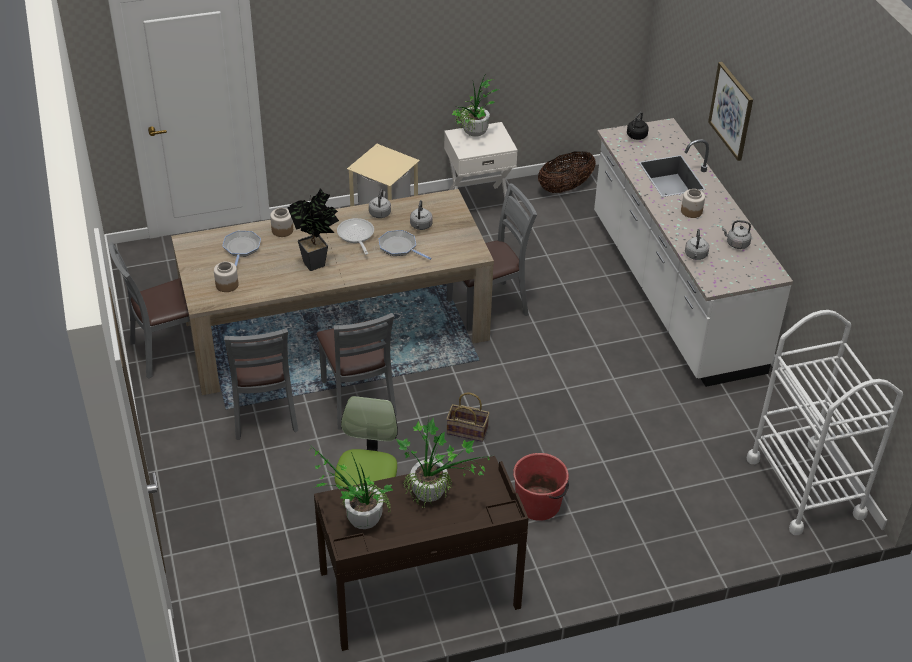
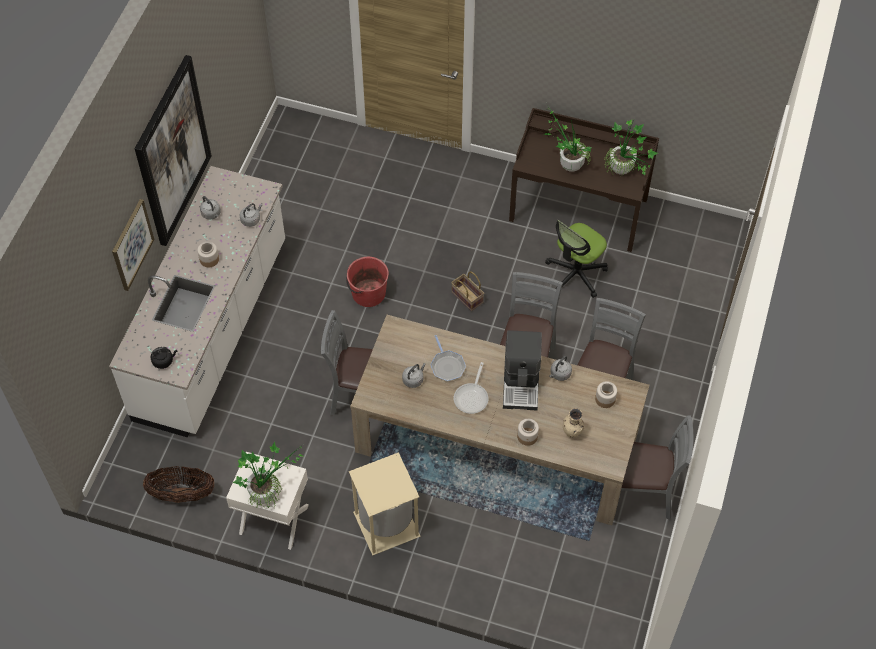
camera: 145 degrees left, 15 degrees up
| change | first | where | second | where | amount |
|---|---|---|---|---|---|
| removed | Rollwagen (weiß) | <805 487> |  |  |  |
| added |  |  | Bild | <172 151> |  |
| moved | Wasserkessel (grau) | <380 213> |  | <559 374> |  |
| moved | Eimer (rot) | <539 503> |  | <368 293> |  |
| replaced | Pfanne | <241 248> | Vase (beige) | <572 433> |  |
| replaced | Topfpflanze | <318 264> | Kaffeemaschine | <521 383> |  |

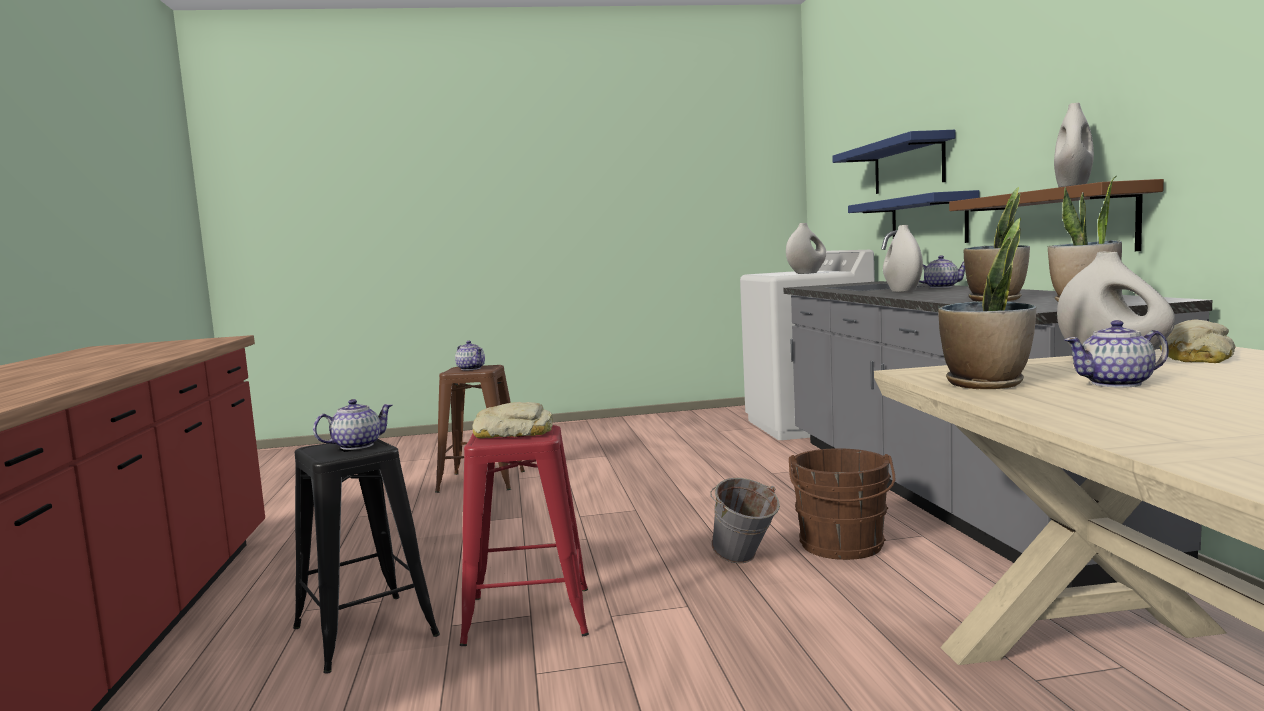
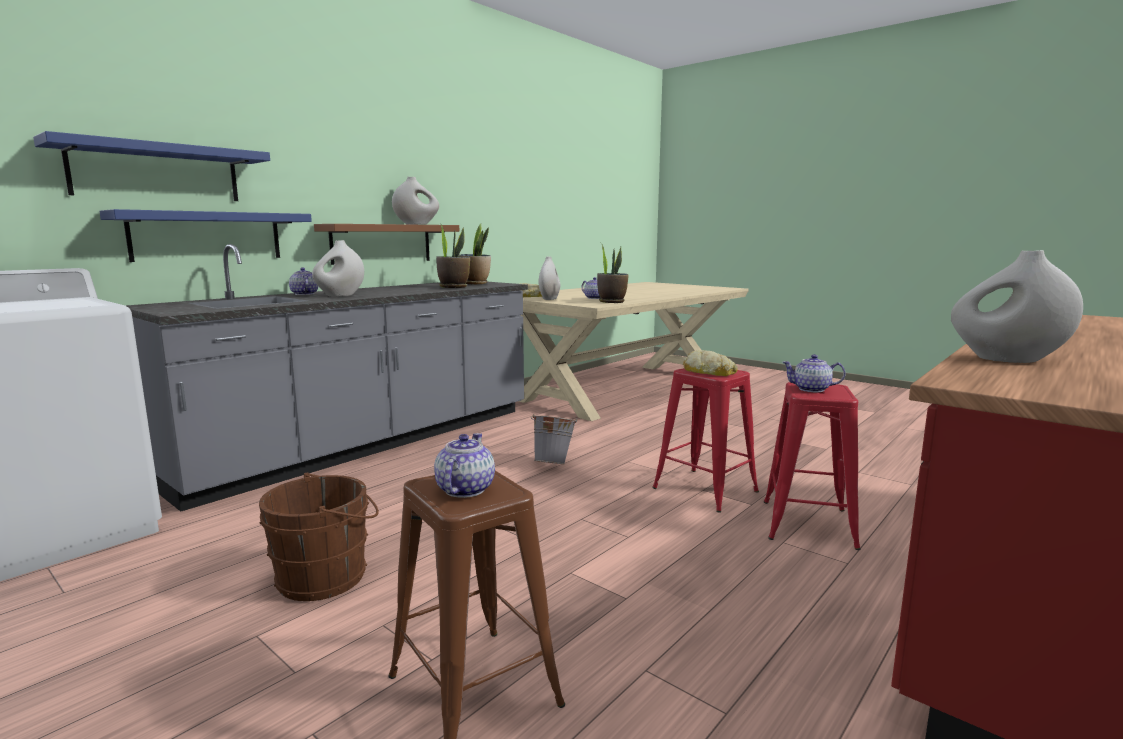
camera: 130 degrees left, 5 degrees up
| change | first | where | second | where | amount |
|---|---|---|---|---|---|
| moved | Vase (weiß) | <806 273> |  | <1007 360> |  |
| moved | Eimer (braun) | <841 547> |  | <328 576> |  |
| recoloured | Hocker (schwarz) | <365 632> | Hocker (rot) | <808 523> |  |

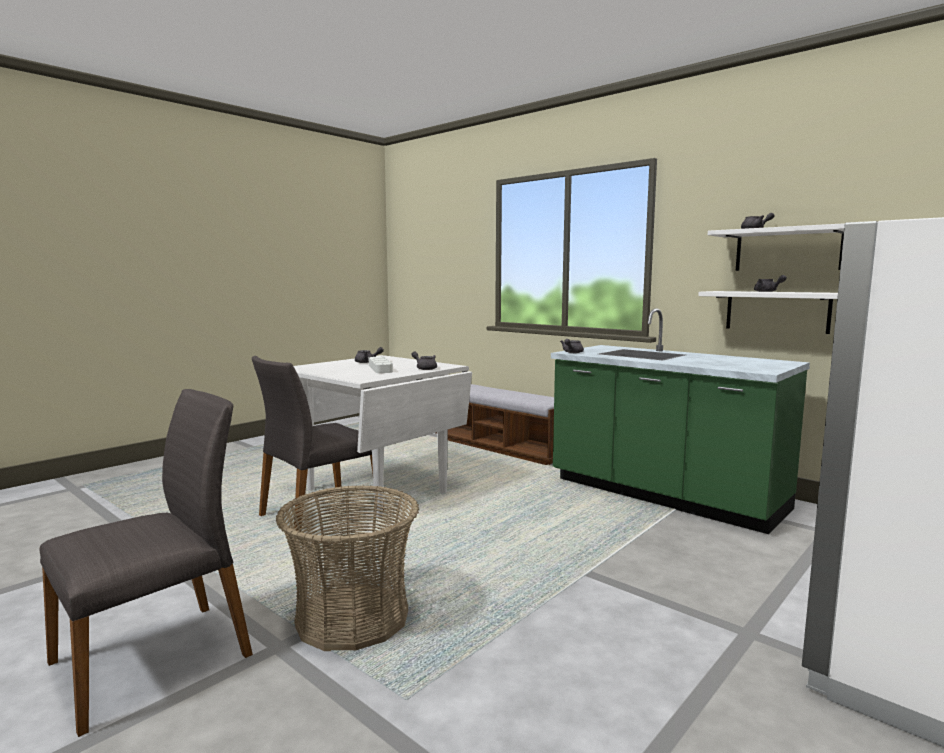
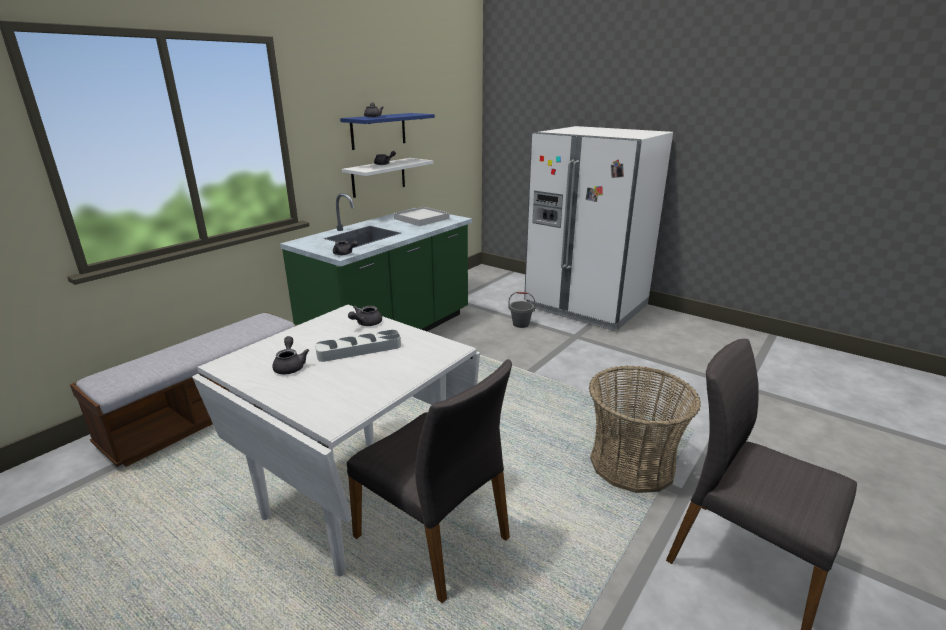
camera: 95 degrees left, 15 degrees up
| change | first | where | second | where | amount |
|---|---|---|---|---|---|
| added |  |  | Tablett (weiß) | <421 219> |  |
| added |  |  | Eimer (grau) | <521 324> |  |
| recoloured | Wandregal (weiß) | <788 250> | Wandregal (blau) | <378 131> |  |

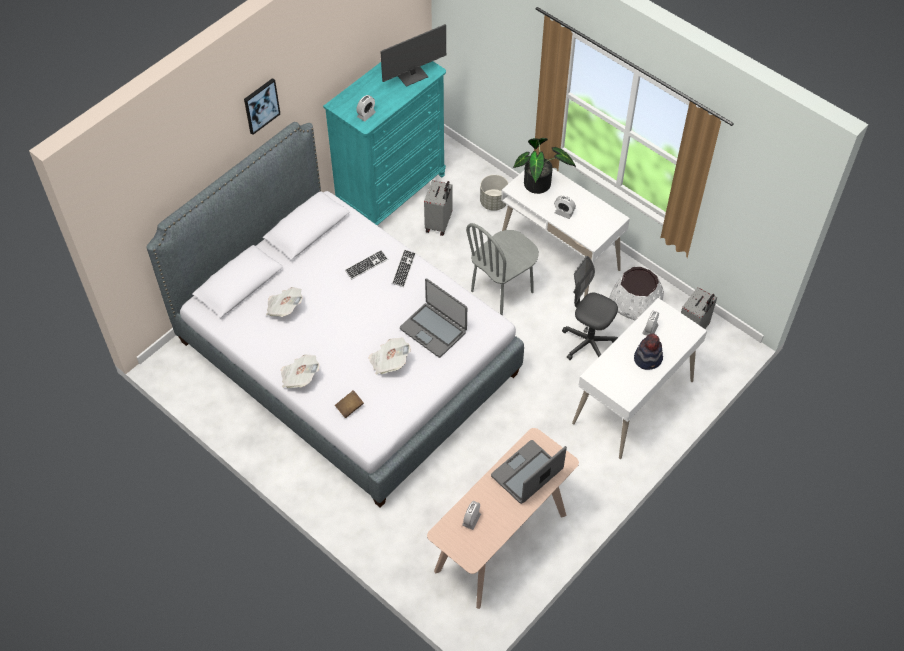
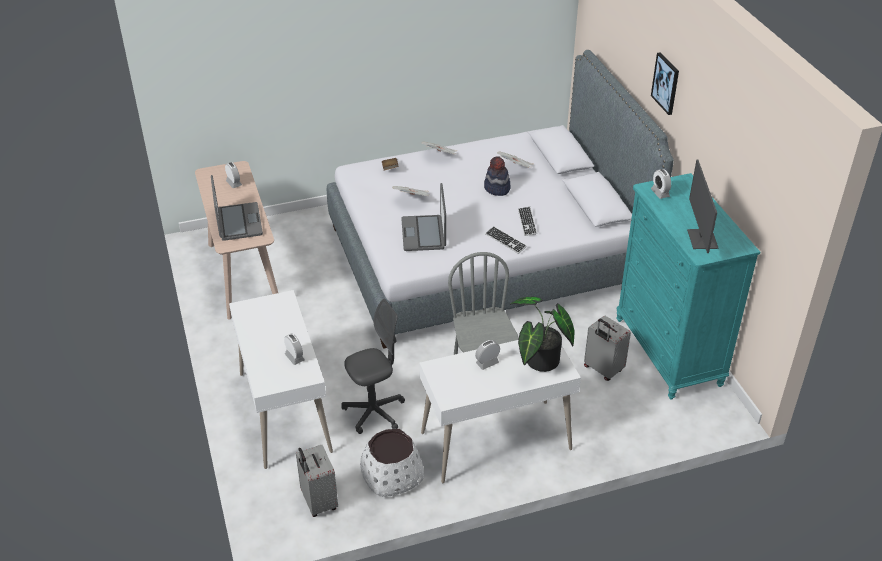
camera: 120 degrees right, 15 degrees down
| change | first | where | second | where | amount |
|---|---|---|---|---|---|
| removed | Pflanzkübel (grau) | <493 202> |  |  |  |
| moved | Hut | <648 358> |  | <497 188> |  |
| turned | Laptop | <433 330> |  | <424 234> | 75 degrees counterclockwise |

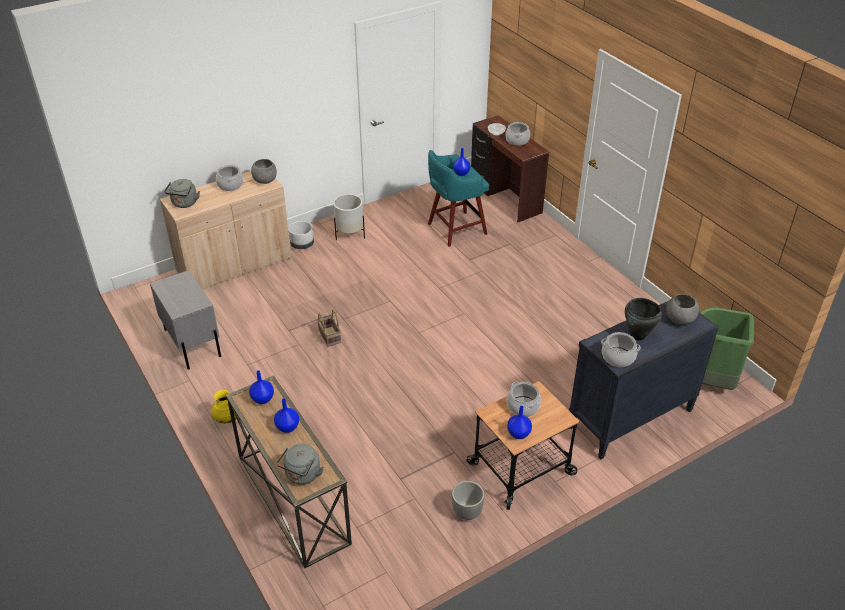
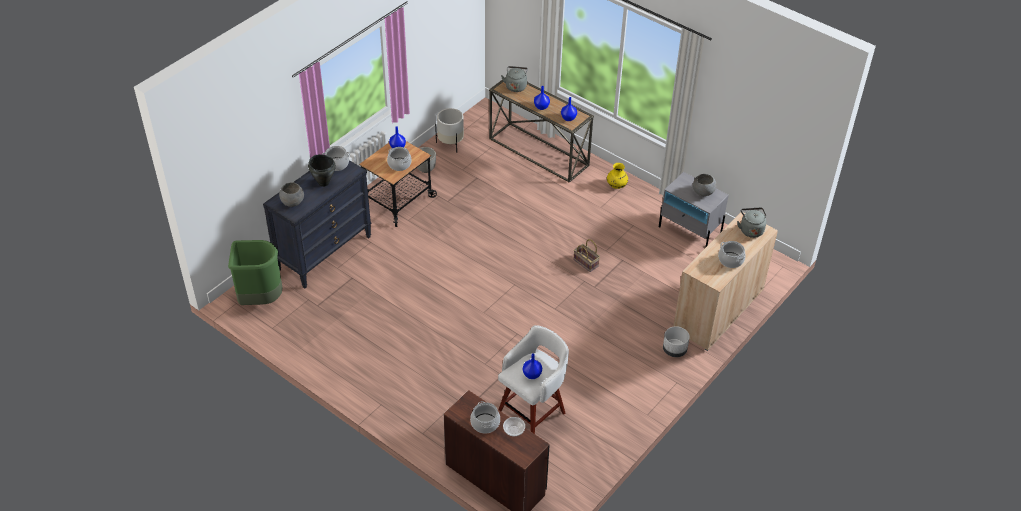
camera: 160 degrees right, 5 degrees up
| change | first | where | second | where | amount |
|---|---|---|---|---|---|
| moved | Schüssel (grau) | <265 180> |  | <703 192> |  |
| moved | Pflanzkübel (weiß) | <349 234> |  | <450 143> |  |
| recoloured | Hocker (türkis) | <455 229> | Hocker (weiß) | <532 412> |  |

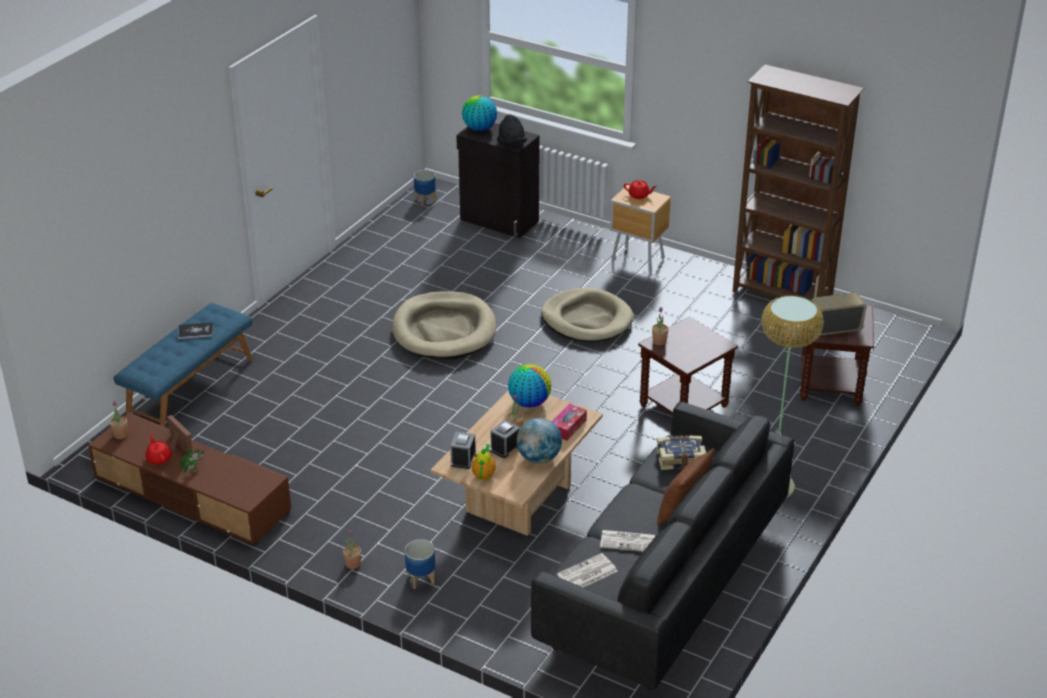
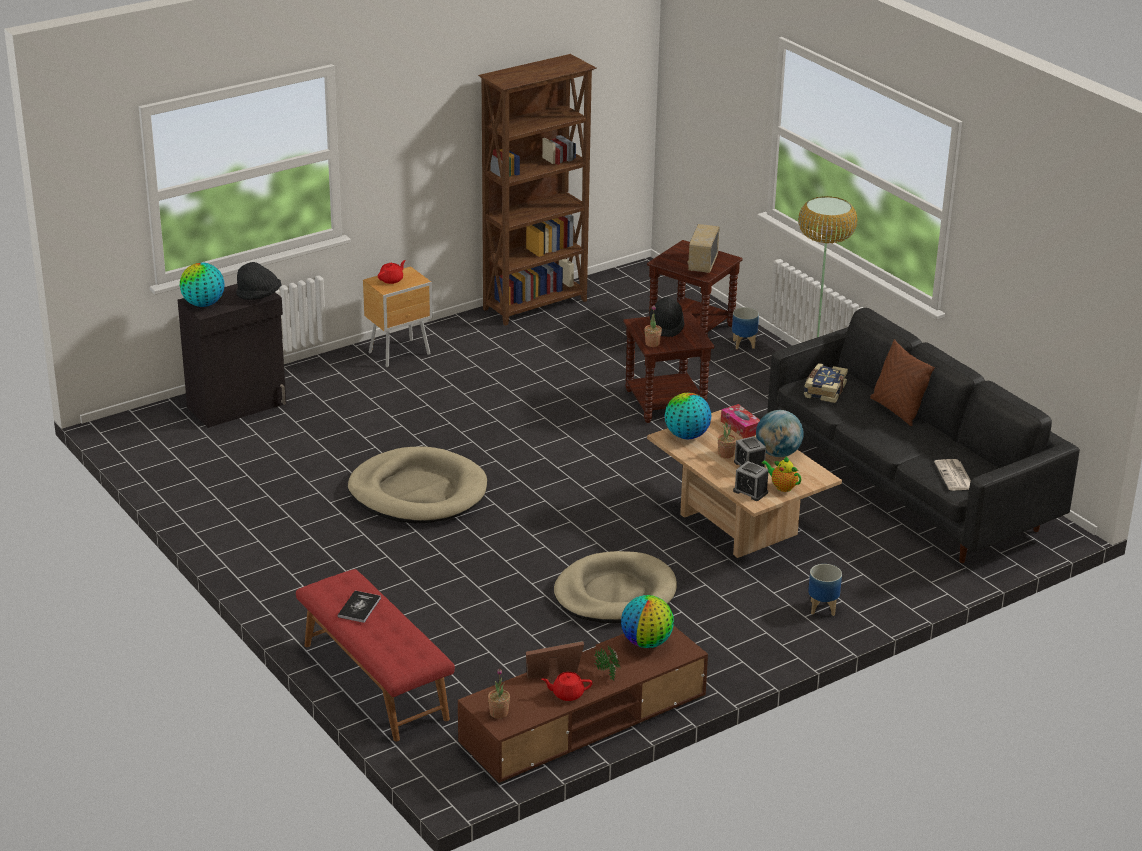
camera: 65 degrees left, 5 degrees down
| change | first | where | second | where | amount |
|---|---|---|---|---|---|
| removed | Topfpflanze | <353 564> |  |  |  |
| removed | Zeitung | <628 541> |  |  |  |
| added |  |  | Globus | <646 642> |  |
| added |  |  | Hut (schwarz) | <666 327> |  |
| moved | Pflanzkübel | <425 200> |  | <743 344> |  |
| moved | Hundebett (beige) | <586 319> |  | <615 593> |  |
| recoloured | Bank (blau) | <190 388> | Bank (rot) | <374 681> |  |

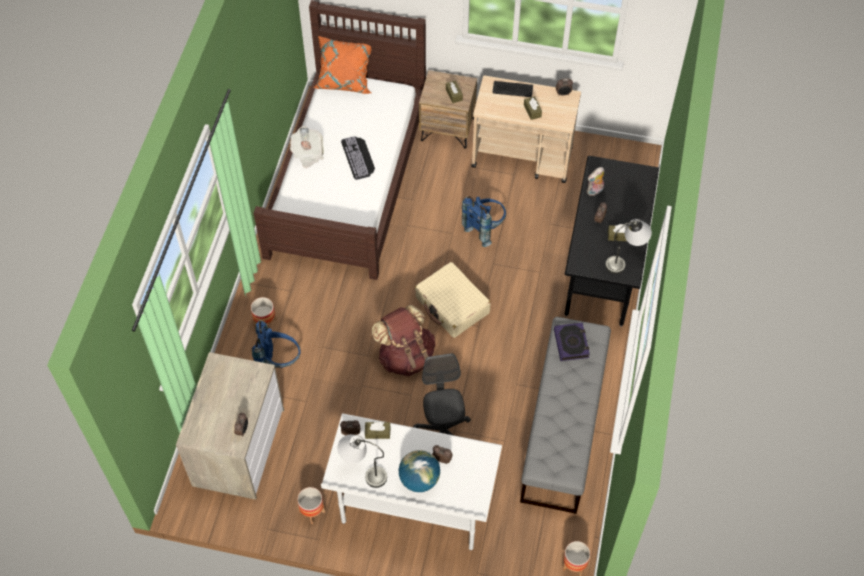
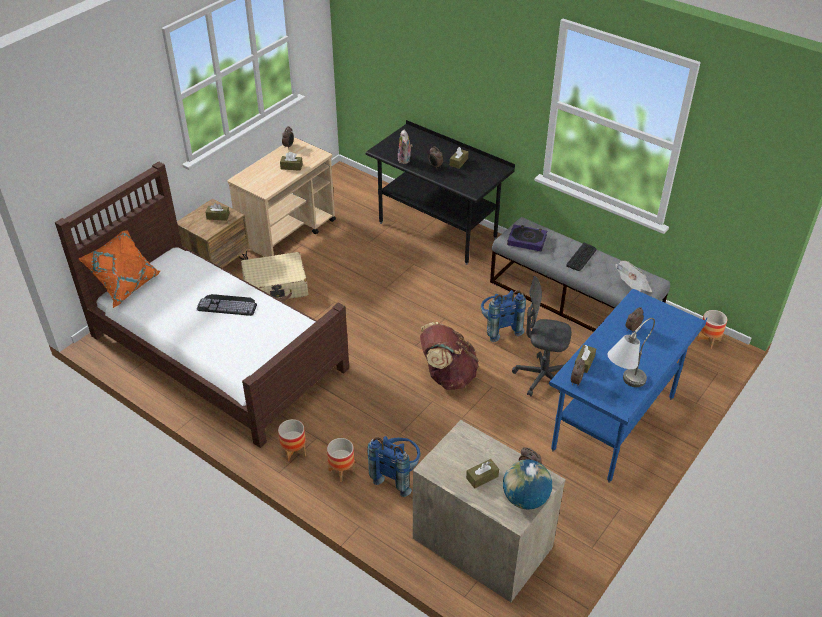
camera: 65 degrees left, 15 degrees down
| change | first | where | second | where | amount |
|---|---|---|---|---|---|
| removed | Tischlampe (grau) | <626 259> |  |  |  |
| added |  |  | Taschentuchbox (braun) | <482 477> |  |
| moved | Zeitung | <308 153> |  | <632 285> |  |
| moved | Pflanzkübel | <312 511> |  | <294 452> |  |
| moved | Globus | <419 479> |  | <525 499> |  |
| moved | Koffer (beige) | <452 306> |  | <276 286> |  |
| moved | Rucksack (blau) | <484 228> |  | <499 327> |  |
| moved | Tastatur | <512 89> |  | <581 257> |  |
| recoloured | Schreibtisch (weiß) | <413 508> | Schreibtisch (blau) | <614 424> |  |

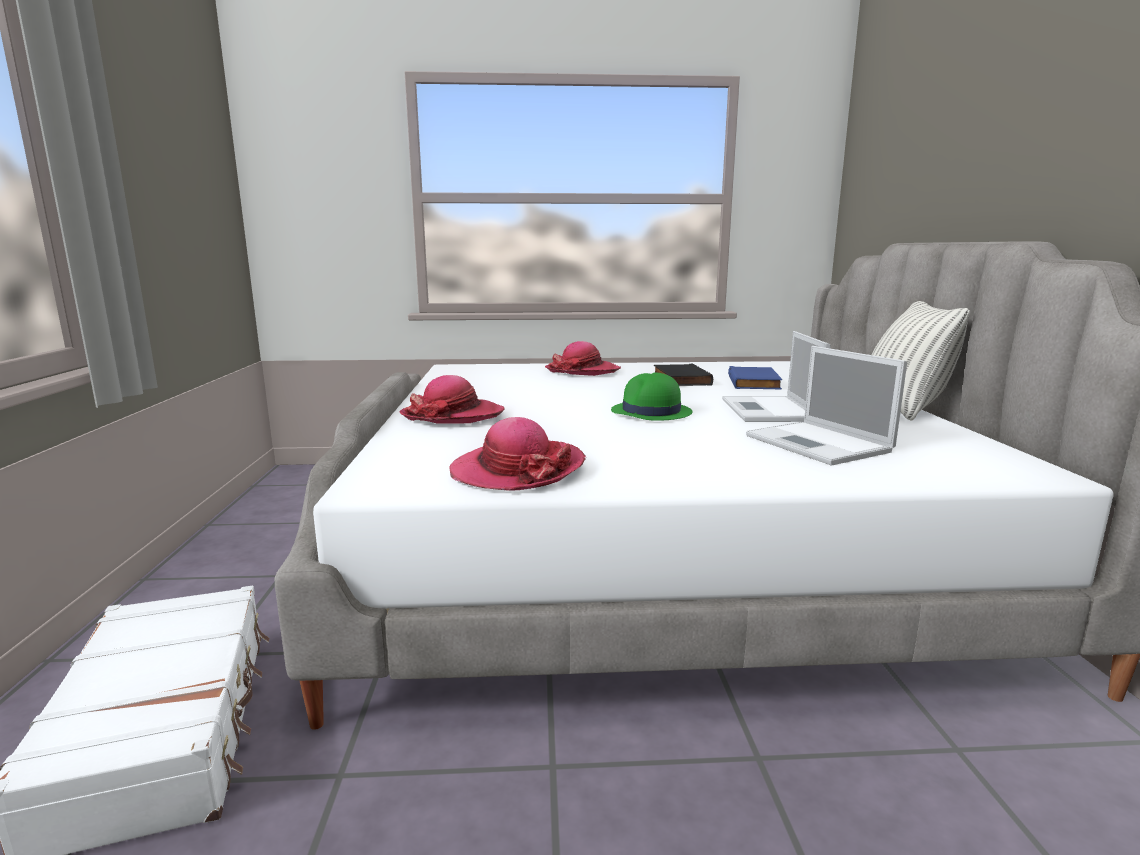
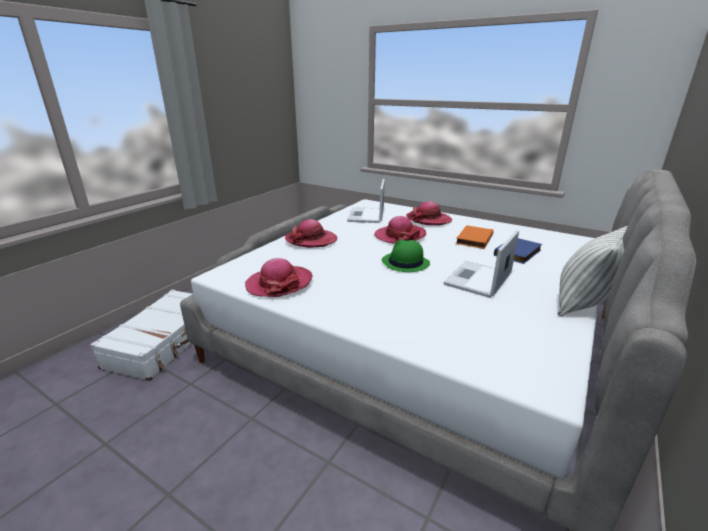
camera: 35 degrees right, 10 degrees up
| change | first | where | second | where | amount |
|---|---|---|---|---|---|
| added |  |  | Hut | <400 236> |  |
| moved | Laptop | <820 444> |  | <366 216> |  |
| recoloured | Buch (schwarz) | <679 379> | Buch (orange) | <473 239> |  |

